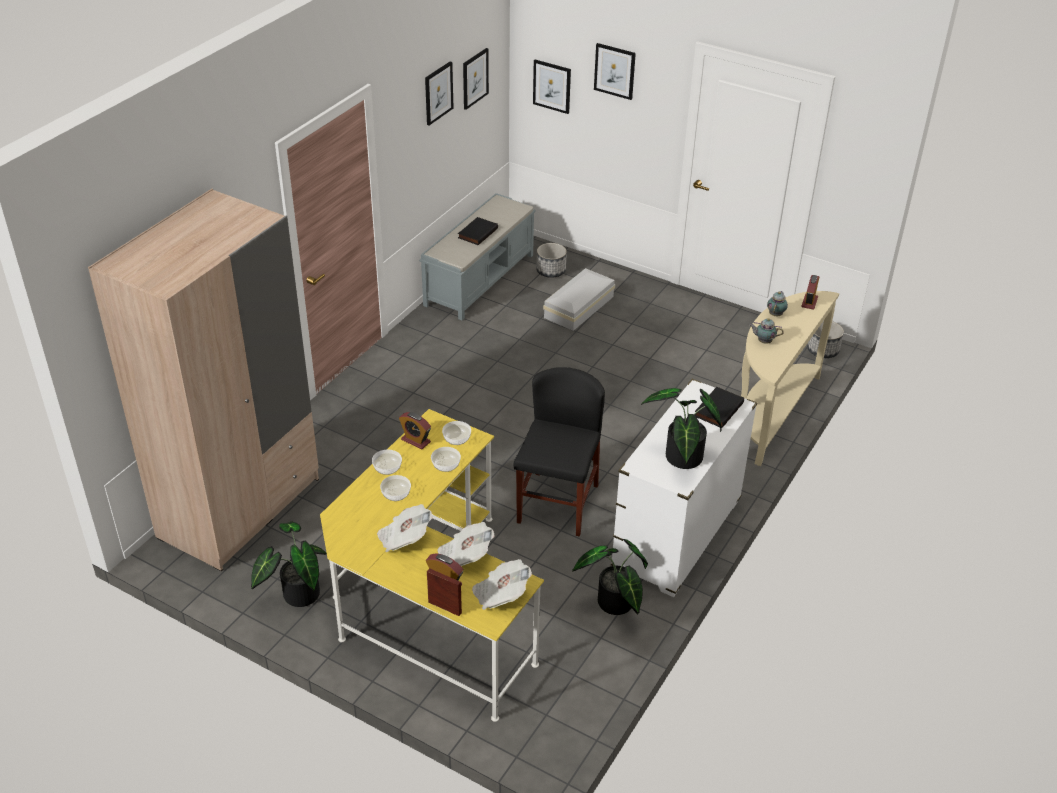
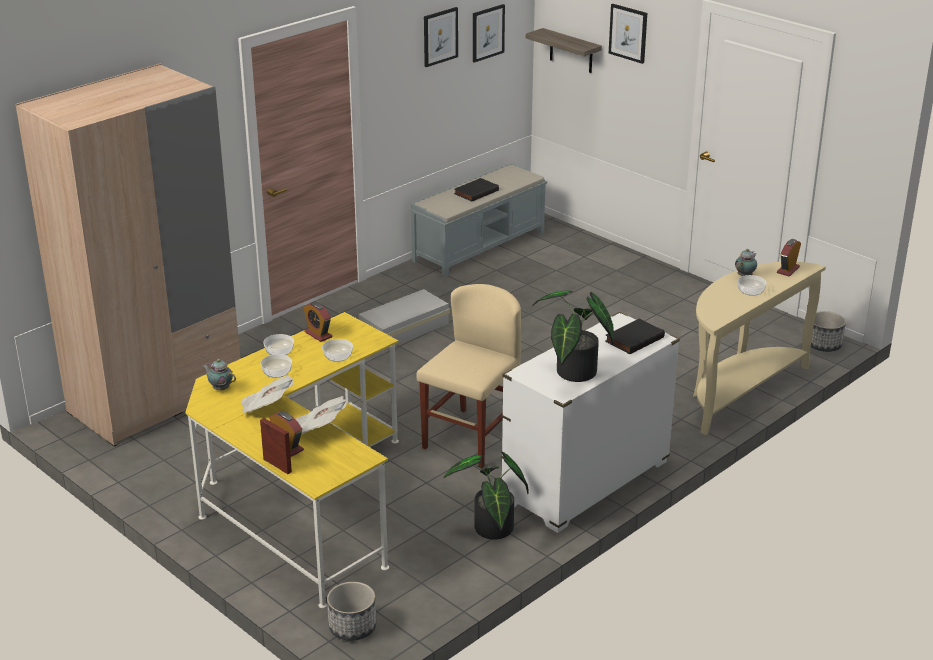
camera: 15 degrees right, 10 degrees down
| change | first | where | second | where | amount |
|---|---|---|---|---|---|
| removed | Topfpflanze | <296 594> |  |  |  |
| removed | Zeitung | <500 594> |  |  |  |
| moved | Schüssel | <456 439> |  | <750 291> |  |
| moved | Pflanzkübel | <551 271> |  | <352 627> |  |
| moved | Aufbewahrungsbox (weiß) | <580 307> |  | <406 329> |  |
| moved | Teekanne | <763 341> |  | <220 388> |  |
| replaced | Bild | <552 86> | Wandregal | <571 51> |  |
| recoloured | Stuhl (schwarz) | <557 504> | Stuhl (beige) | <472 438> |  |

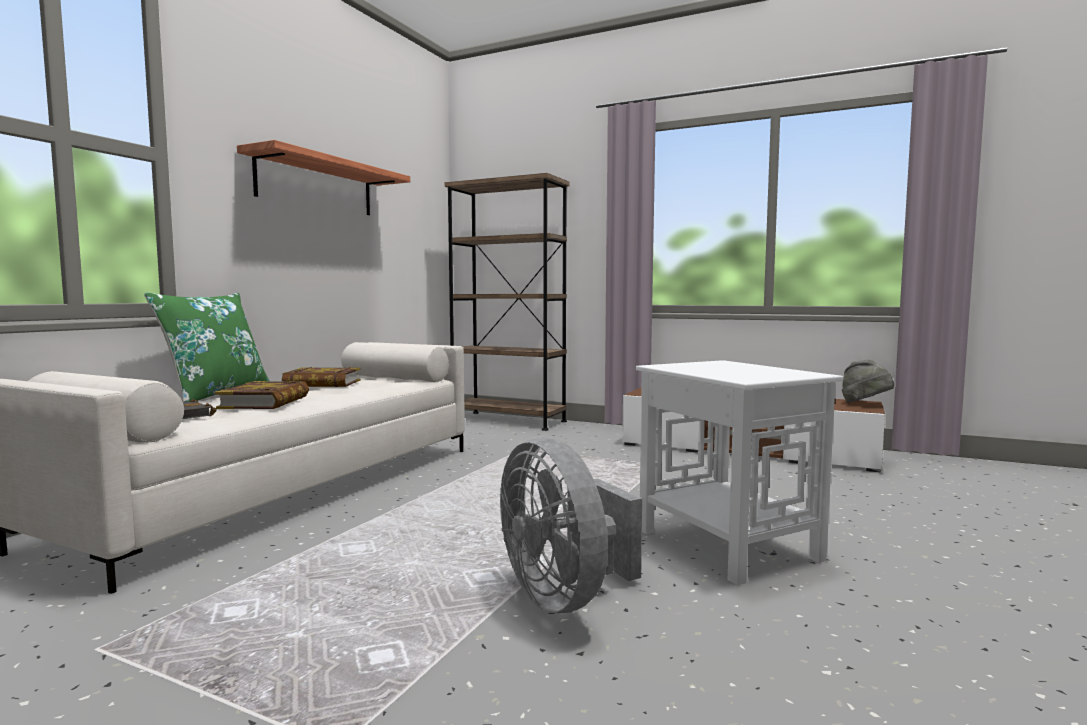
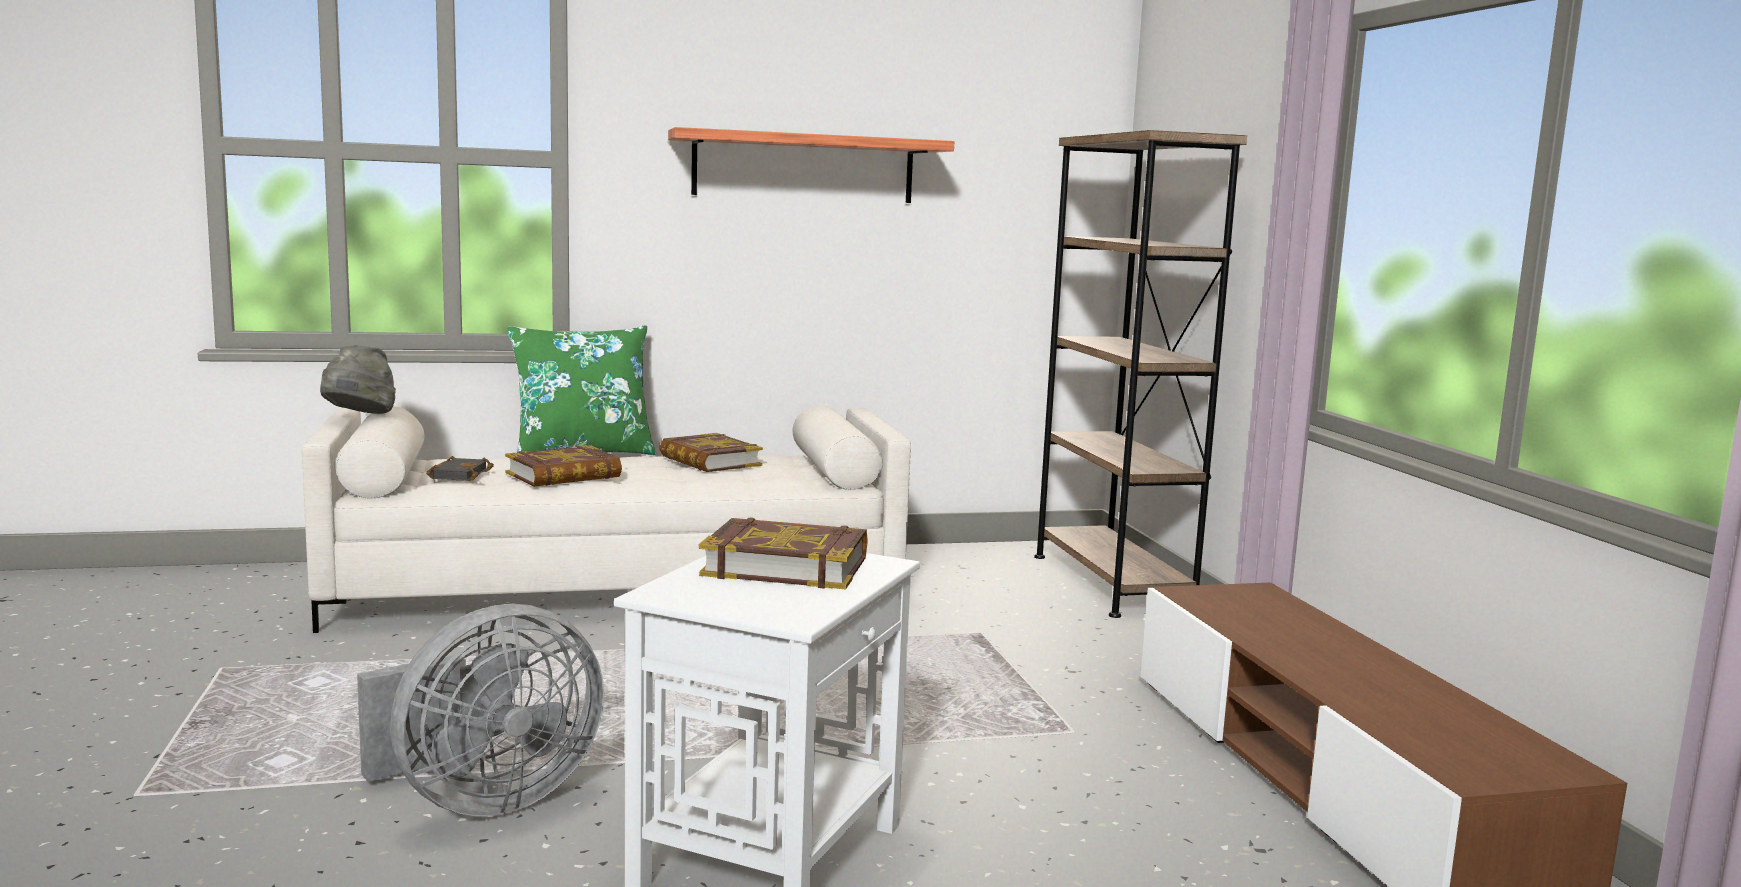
camera: 50 degrees right, 5 degrees up
| change | first | where | second | where | amount |
|---|---|---|---|---|---|
| added |  |  | Buch | <786 566> |  |
| moved | Hut (grau) | <866 404> |  | <359 417> |  |
| turned | Ventilator (grau) | <564 596> |  | <484 800> | 150 degrees counterclockwise |

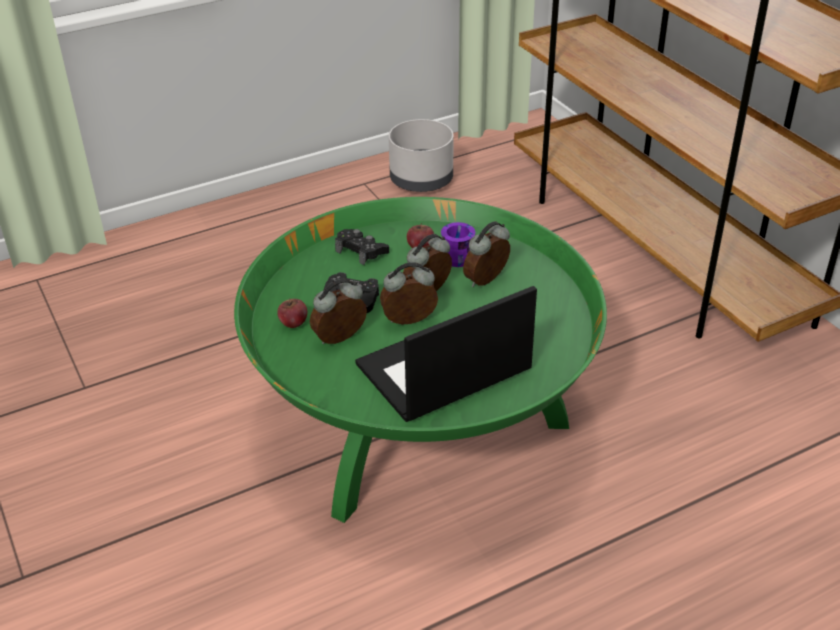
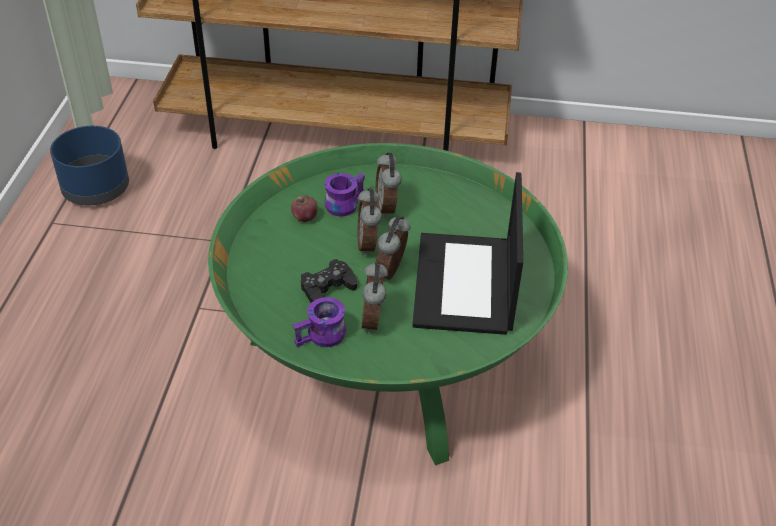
camera: 55 degrees left, 5 degrees up
| change | first | where | second | where | amount |
|---|---|---|---|---|---|
| removed | Gamepad (schwarz) | <361 251> |  |  |  |
| replaced | Apfel | <293 323> | Henkelbecher (lila) | <322 338> |  |
| recoloured | Pflanzkübel (grau) | <420 180> | Pflanzkübel (blau) | <95 189> |  |

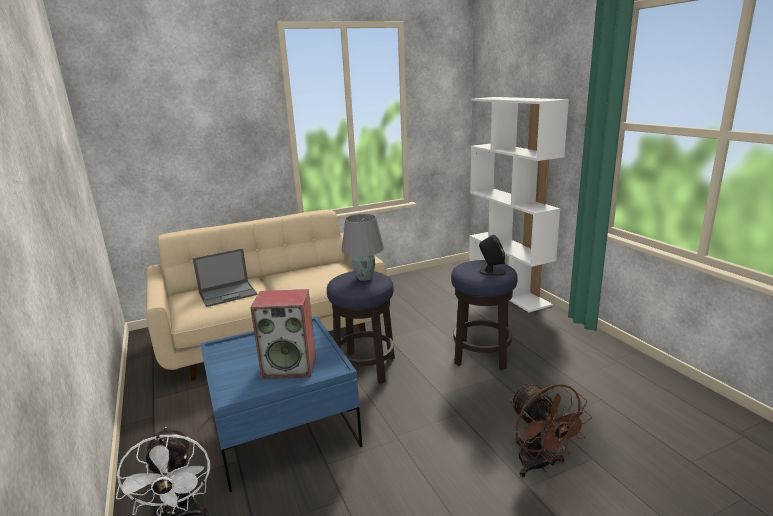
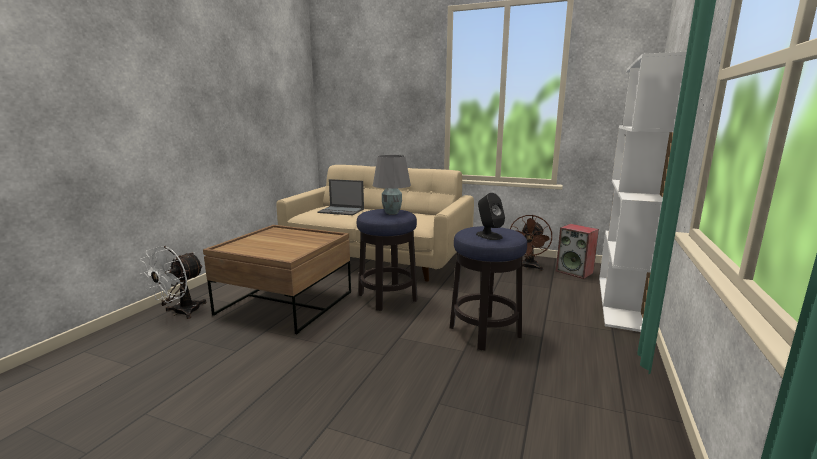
camera: 45 degrees right, 5 degrees down
| change | first | where | second | where | amount |
|---|---|---|---|---|---|
| moved | Lautsprecher | <290 367> |  | <575 272> |  |
| moved | Ventilator (braun) | <539 465> |  | <528 267> |  |
| recoloured | Couchtisch (blau) | <283 428> | Couchtisch (braun) | <286 303> |  |

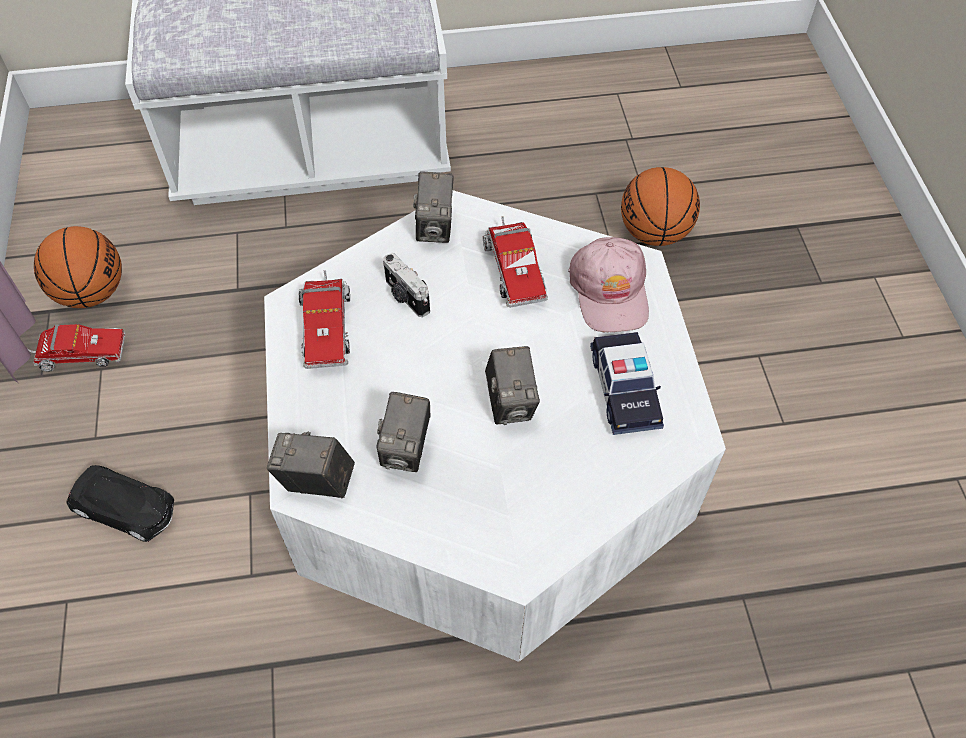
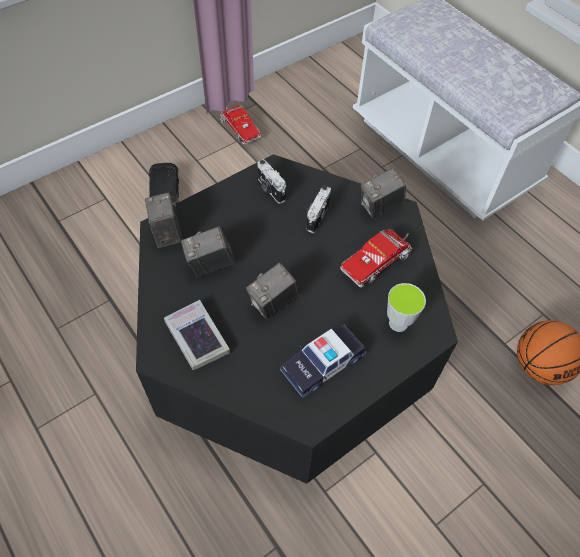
camera: 60 degrees right, 0 degrees up
| change | first | where | second | where | amount |
|---|---|---|---|---|---|
| removed | Basketball | <91 292> |  |  |  |
| added |  |  | Buch | <197 337> |  |
| replaced | Spielzeuglaster | <326 326> | Kamera | <270 190> |  |
| replaced | Kappe (rosa) | <610 291> | Tasse | <398 323> |  |
| recoloured | Couchtisch (weiß) | <483 461> | Couchtisch (schwarz) | <287 342> |  |

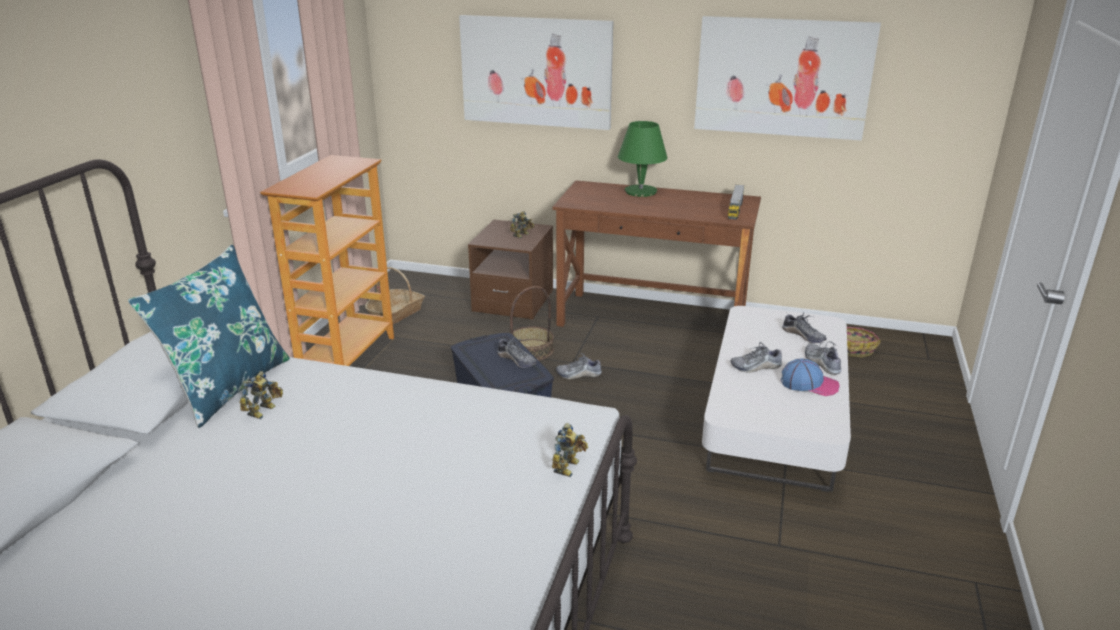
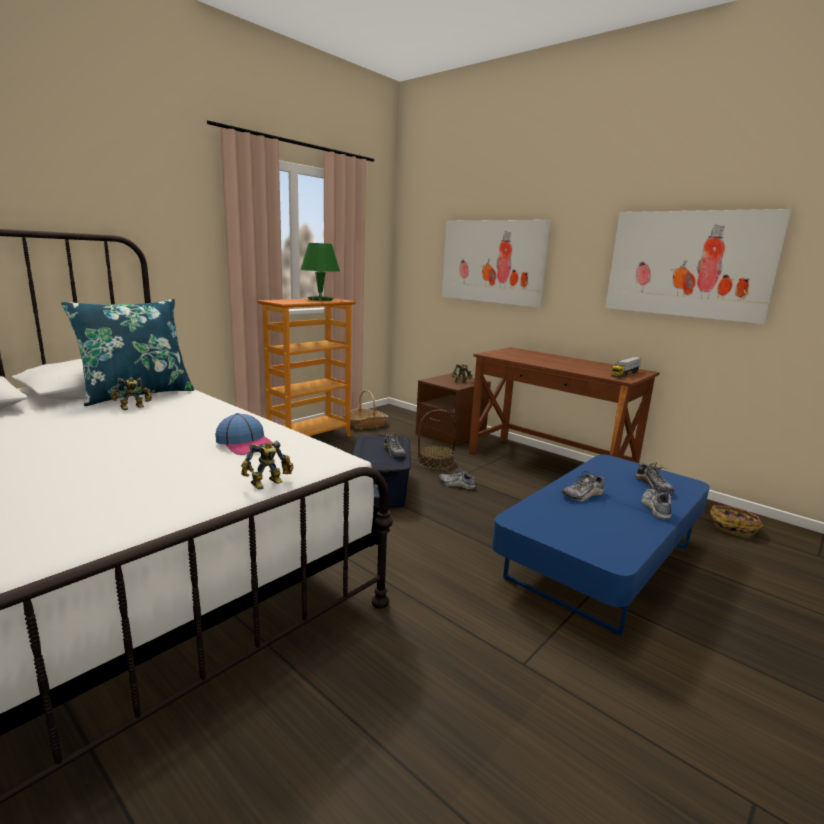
camera: 25 degrees right, 10 degrees down
| change | first | where | second | where | amount |
|---|---|---|---|---|---|
| moved | Tischlampe (grün) | <641 191> |  | <320 299> |  |
| moved | Kappe | <809 384> |  | <245 444> |  |
| recoloured | Couchtisch (weiß) | <774 425> | Couchtisch (blau) | <601 562> |  |
| turned | Schuh | <756 367> |  | <583 495> | 45 degrees counterclockwise |

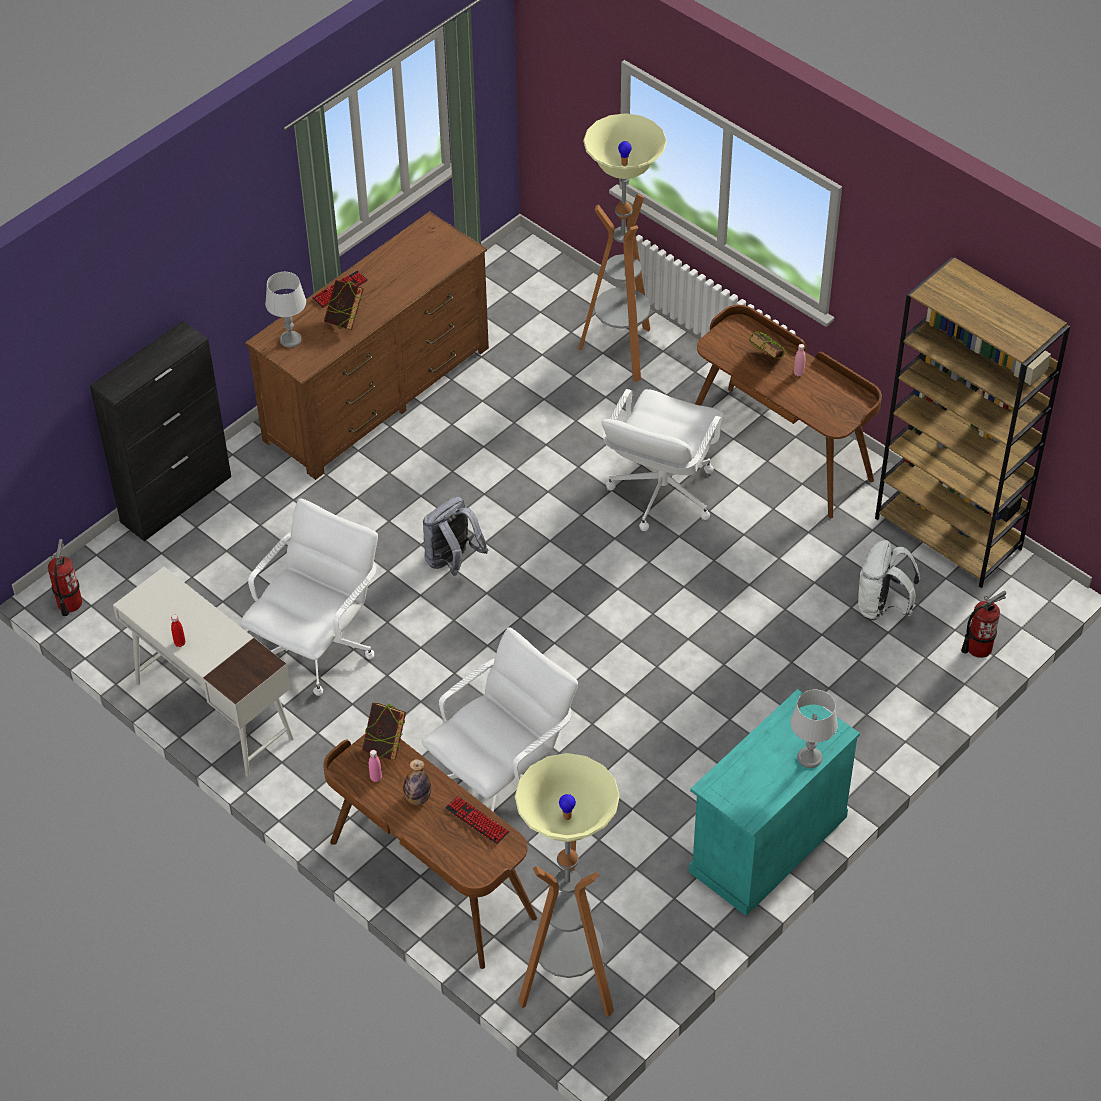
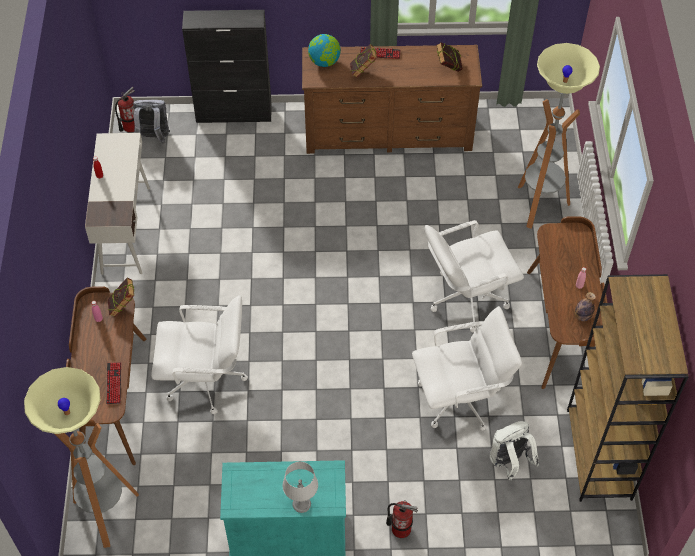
camera: 45 degrees right, 5 degrees up
| change | first | where | second | where | amount |
|---|---|---|---|---|---|
| moved | Bürostuhl (weiß) | <318 648> |  | <460 399> |  |
| moved | Flasche | <417 798> |  | <582 316> |  |
| moved | Rucksack (grau) | <452 561> |  | <153 138> |  |
| moved | Buch | <766 360> |  | <448 67> |  |
| moved | Feuerlöscher | <978 647> |  | <401 528> |  |
| replaced | Tischlampe (grau) | <291 340> | Globus | <324 62> |  |

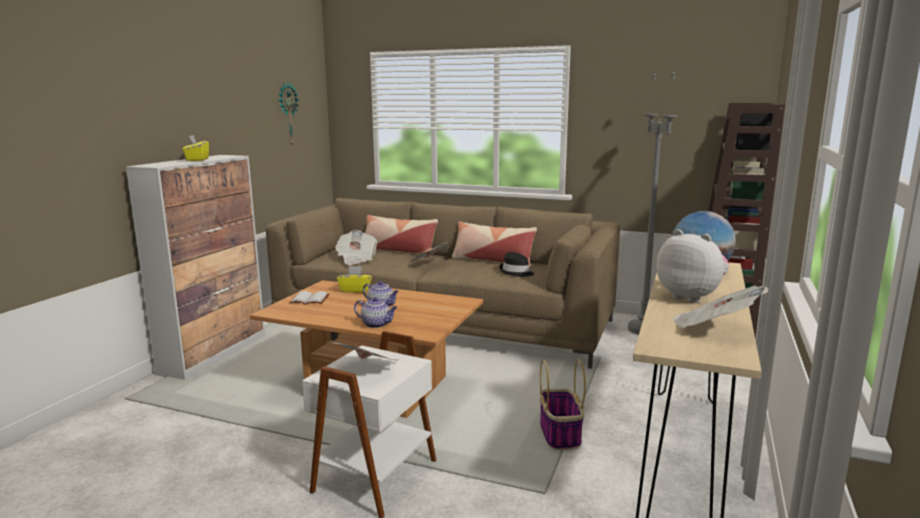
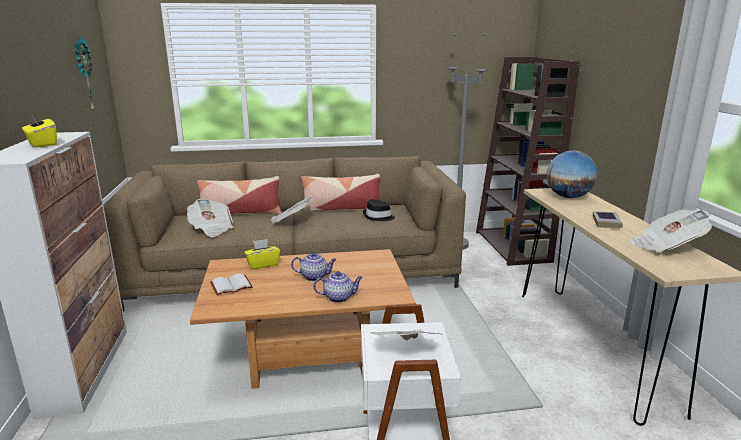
camera: 30 degrees left, 5 degrees up
| change | first | where | second | where | amount |
|---|---|---|---|---|---|
| removed | Korb | <560 434> |  |  |  |
| replaced | Plüschtier | <690 297> | Buch | <606 222> |  |

